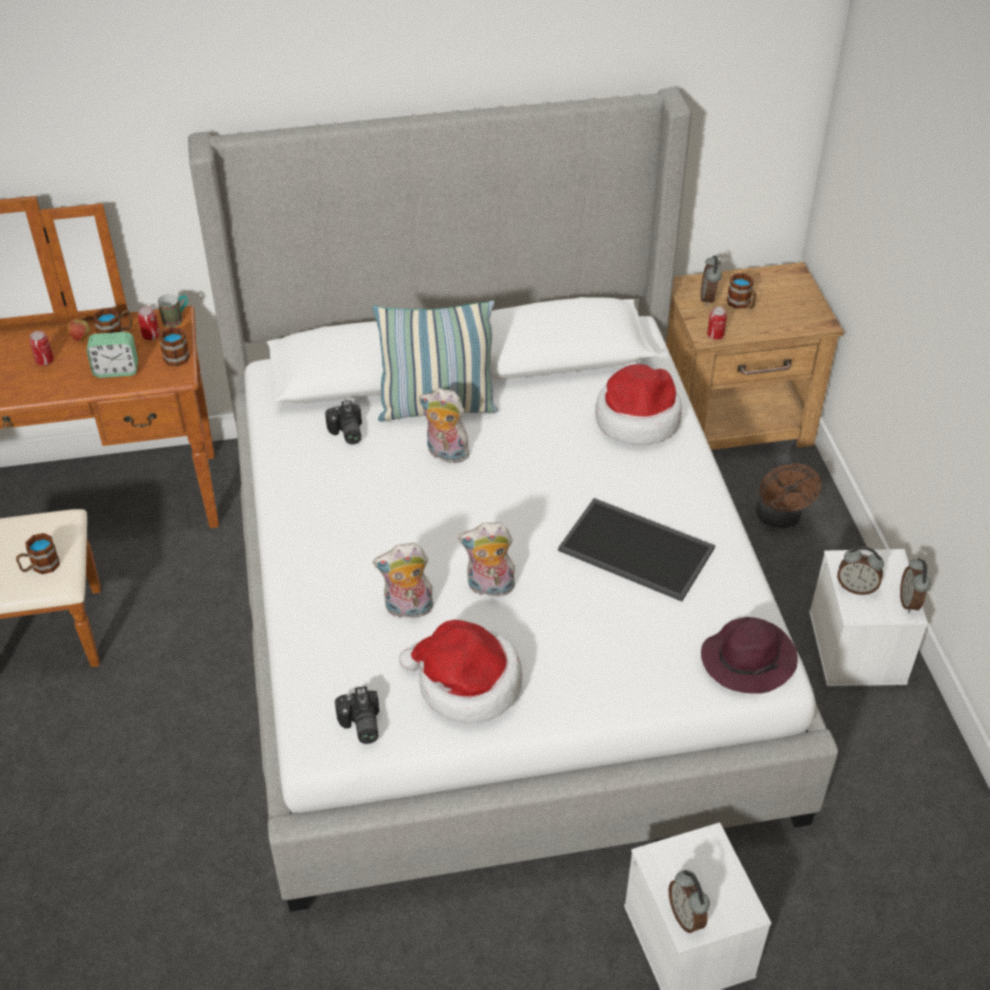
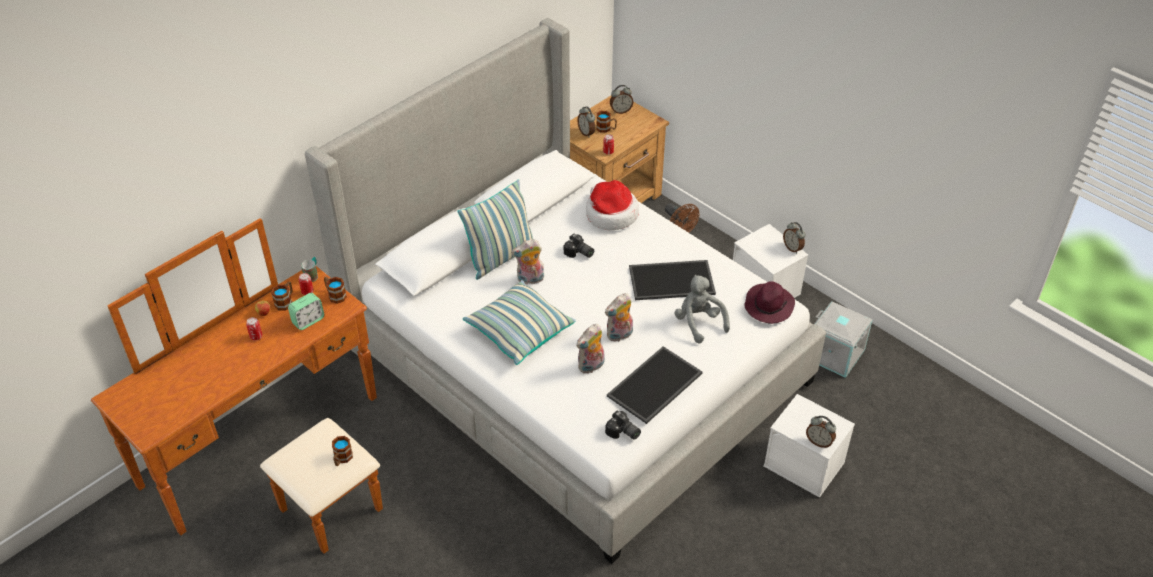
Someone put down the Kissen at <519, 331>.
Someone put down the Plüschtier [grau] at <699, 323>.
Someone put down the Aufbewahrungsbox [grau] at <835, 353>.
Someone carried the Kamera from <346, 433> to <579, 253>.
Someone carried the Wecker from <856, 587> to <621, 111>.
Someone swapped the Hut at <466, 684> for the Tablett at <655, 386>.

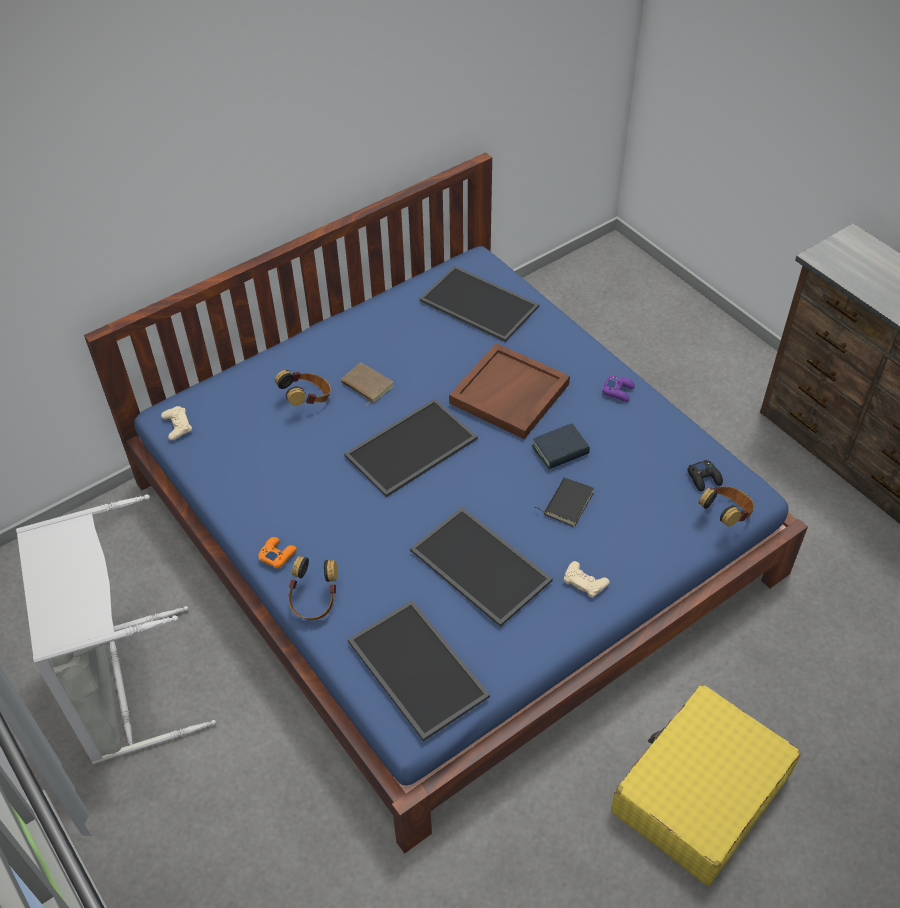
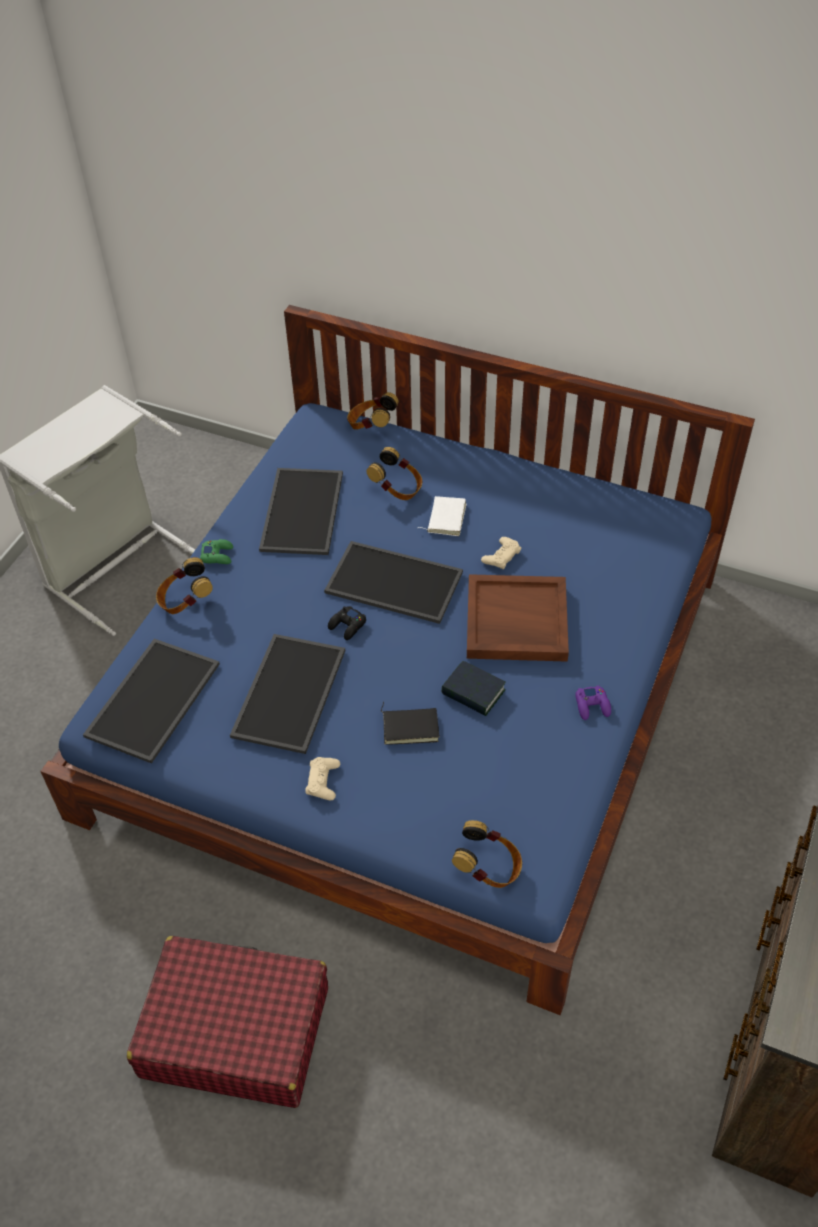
Someone put down the Kopfhörer at <371, 426>.
Someone carried the Gamepad [beige] from <177, 425> to <501, 556>.
Someone carried the Tablett from <481, 303> to <304, 512>.
Someone carried the Gamepad [schwarz] from <704, 478> to <347, 626>.
Someone repainted the Gamepad [orange] at <277, 554>, which became the Gamepad [grün] at <218, 555>.
Someone repainted the Buch [braun] at <366, 385>, which became the Buch [weiß] at <445, 518>.
Someone repainted the Koffer [gelb] at <699, 793>, which became the Koffer [rot] at <234, 1030>.

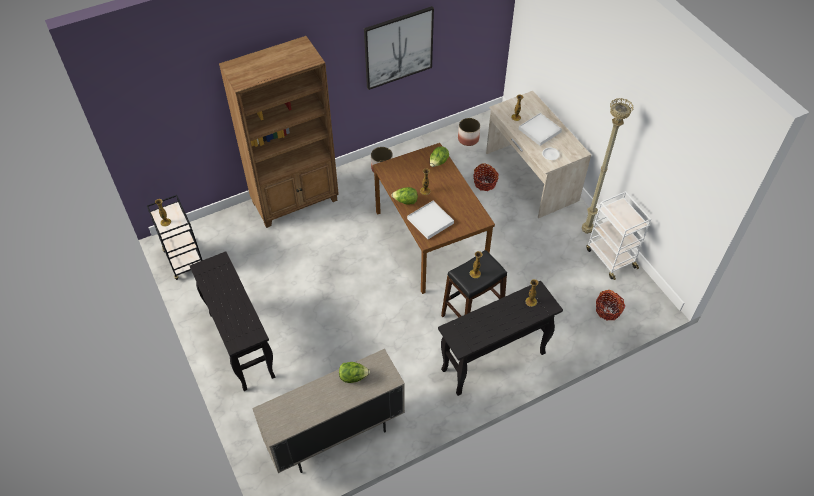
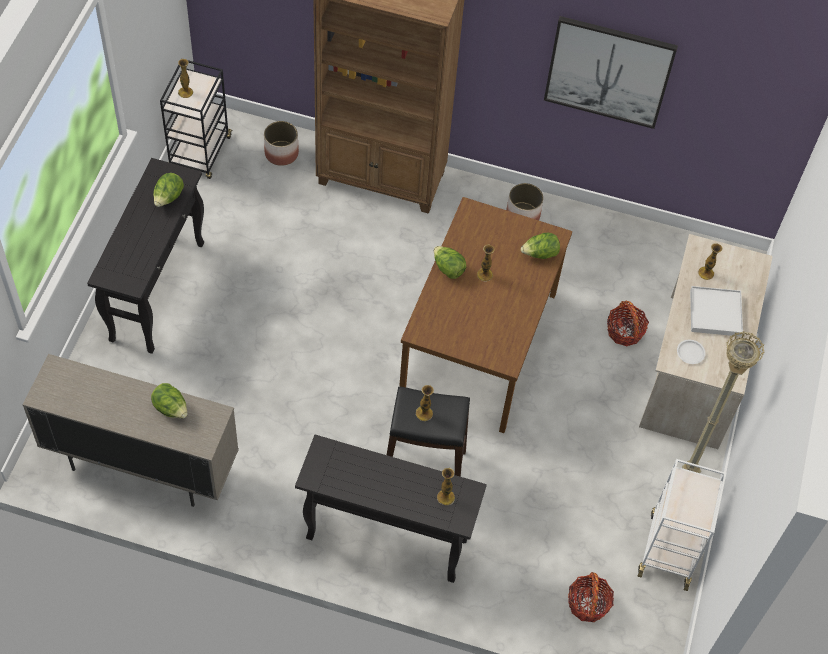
Someone took away the Tablett [weiß] at <430, 221>.
Someone put down the Salatkopf at <168, 198>.
Someone carried the Pflanzkübel from <468, 139> to <281, 153>.

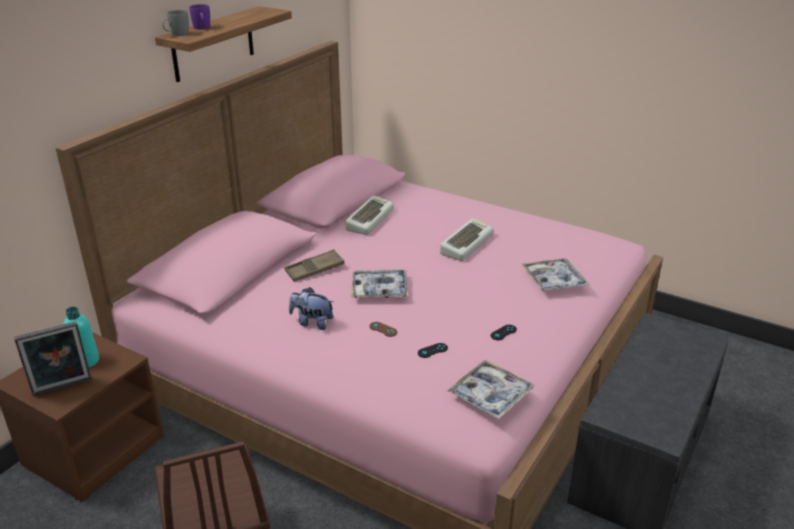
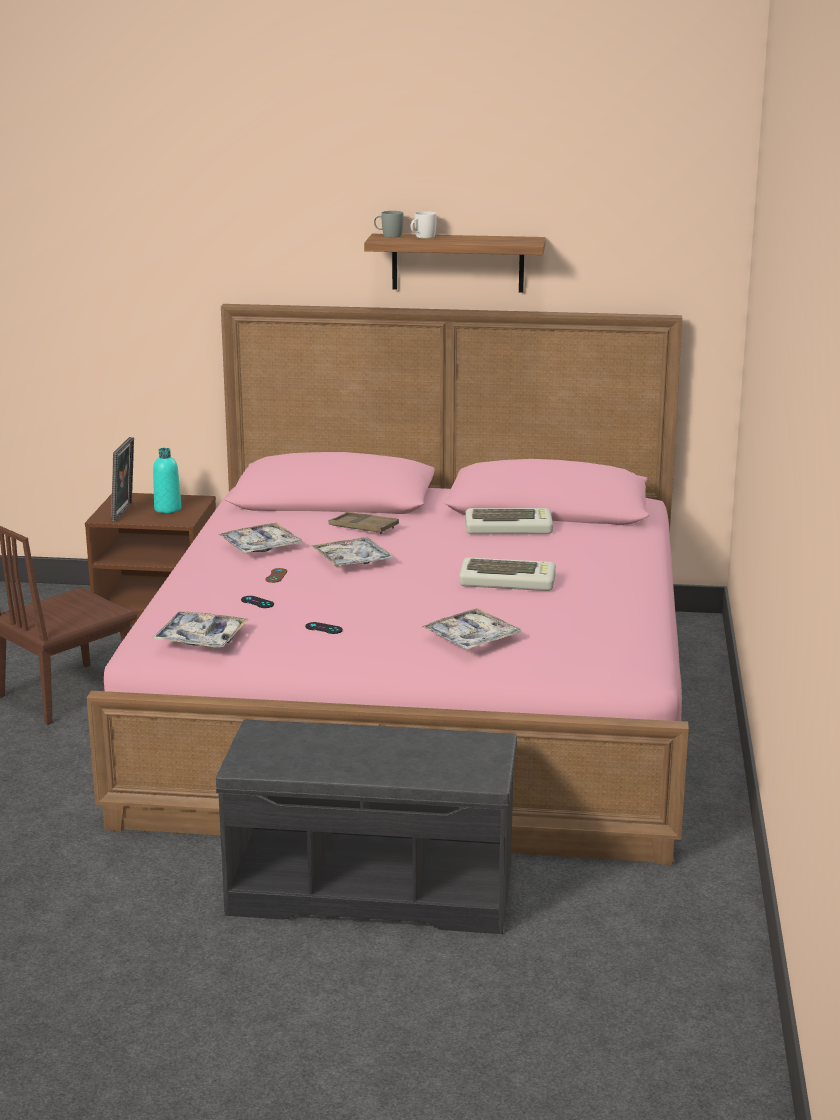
Someone swapped the Plüschtier at <312, 322> for the Tablett at <260, 546>.
Someone repainted the Henkelbecher [lila] at <202, 28>, which became the Henkelbecher [weiß] at <422, 237>.
Someone rotated the Bilderrahmen at <63, 388> by 120 degrees counterclockwise.

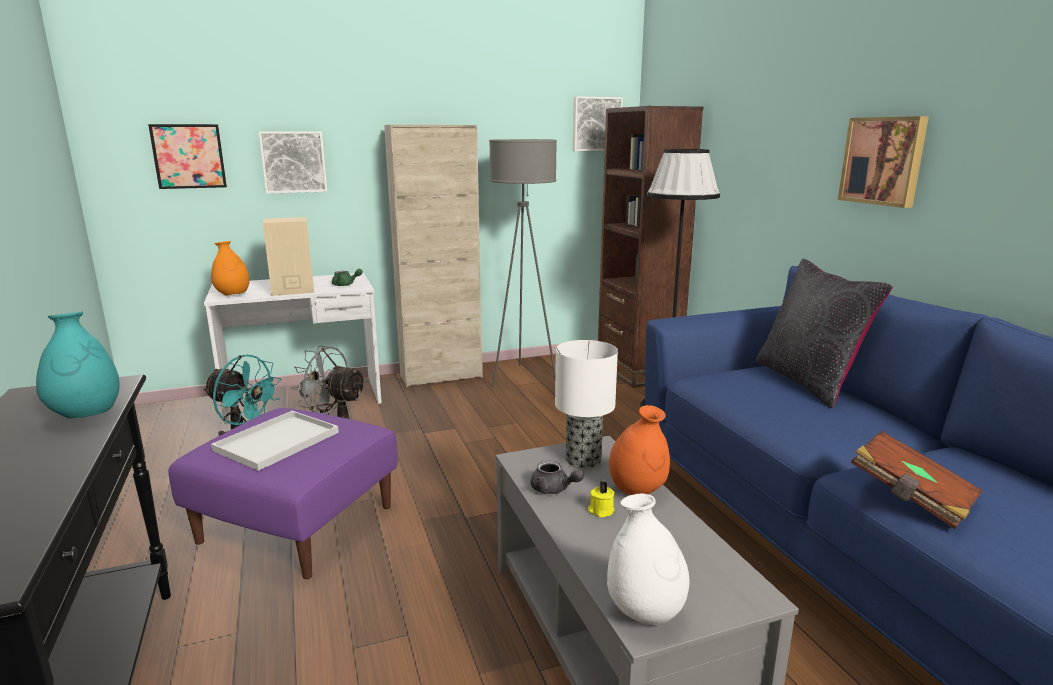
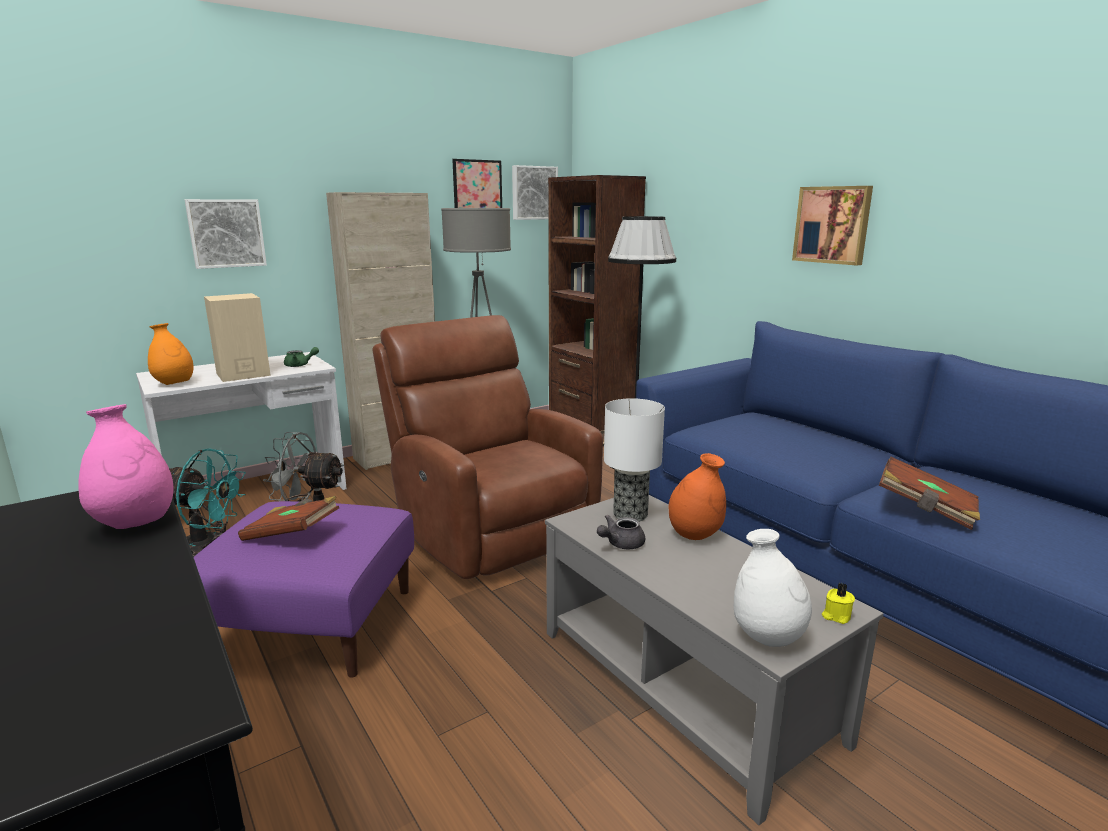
Someone took away the Kissen [schwarz] at <808, 381>.
Someone put down the Sessel [braun] at <490, 530>.
Someone carried the Bild from <188, 156> to <477, 188>.
Someone carried the Kerze [gelb] from <600, 510> to <836, 616>.
Someone swapped the Tablett [weiß] at <278, 440> for the Buch [braun] at <292, 534>.
Someone repainted the Vase [türkis] at <86, 415>, which became the Vase [rosa] at <135, 524>.
Someone rotated the Teekanne [grau] at <554, 489> by 120 degrees clockwise.

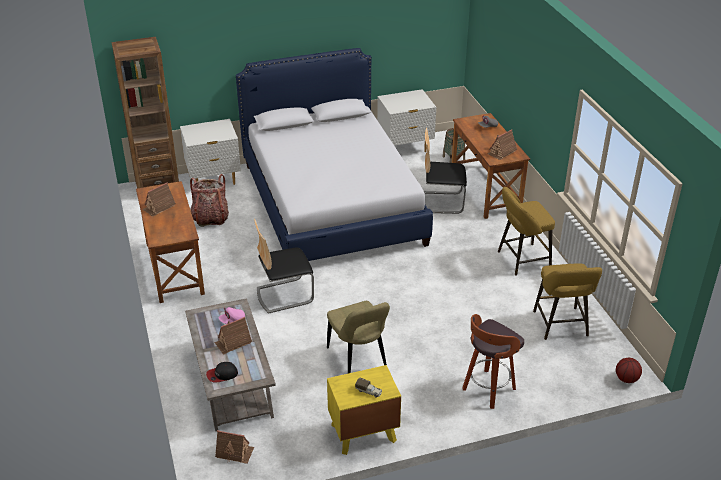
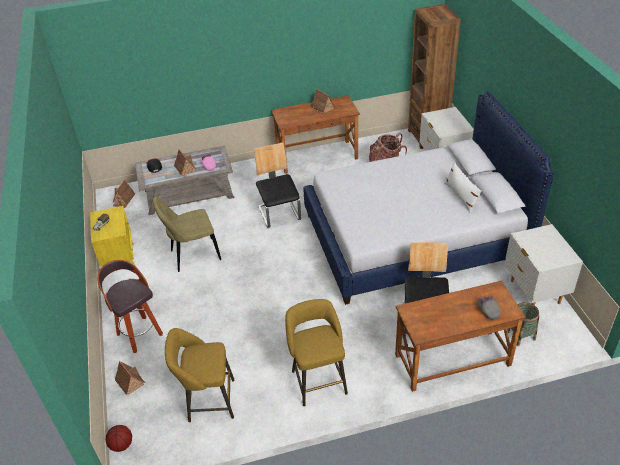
Someone put down the Kissen [weiß] at <461, 196>.
Someone carried the Spielzeughaus from <501, 152> to <129, 381>.

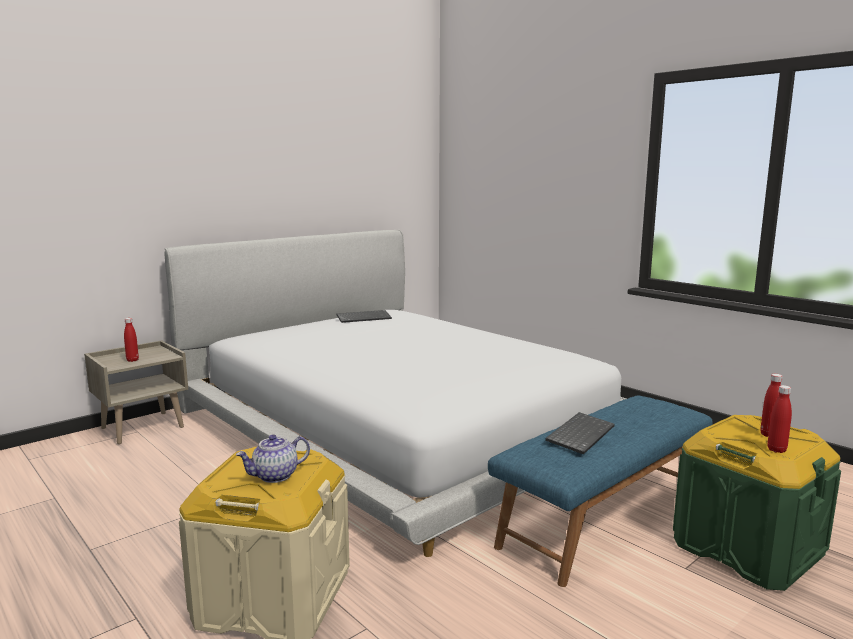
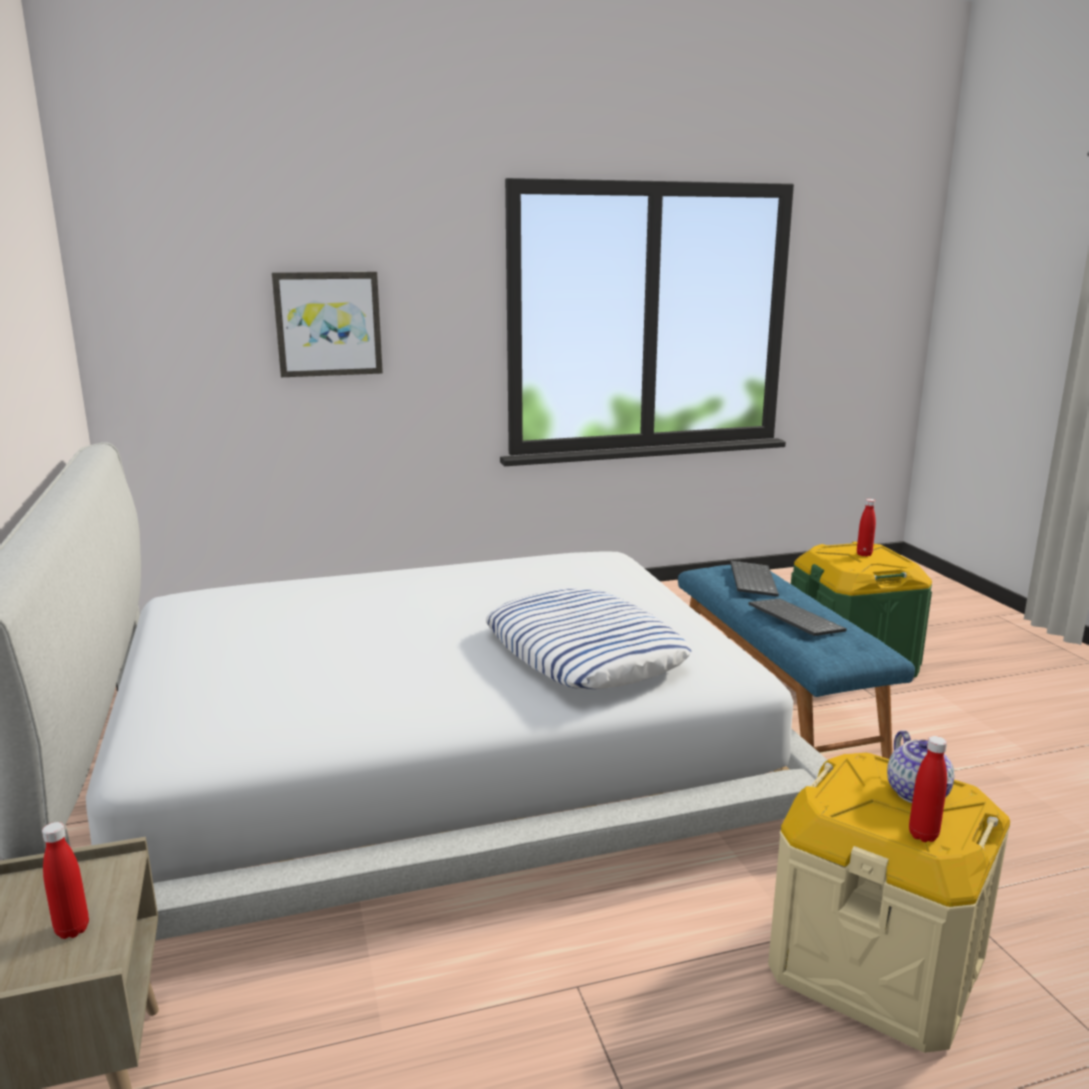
Someone put up the Bild at <328, 324>.
Someone put down the Kissen at <583, 652>.
Someone carried the Tastatur from <364, 317> to <751, 580>.
Someone carried the Flasche [rot] from <776, 450> to <923, 835>.

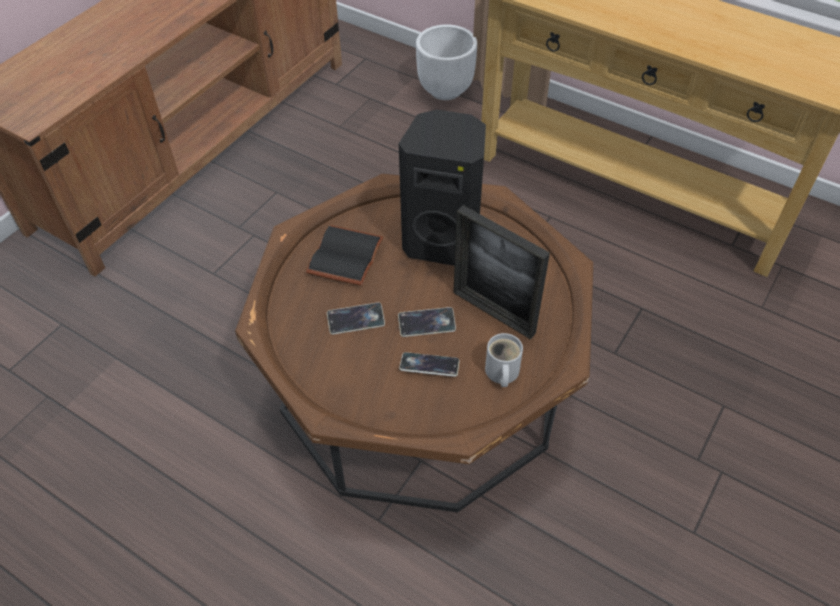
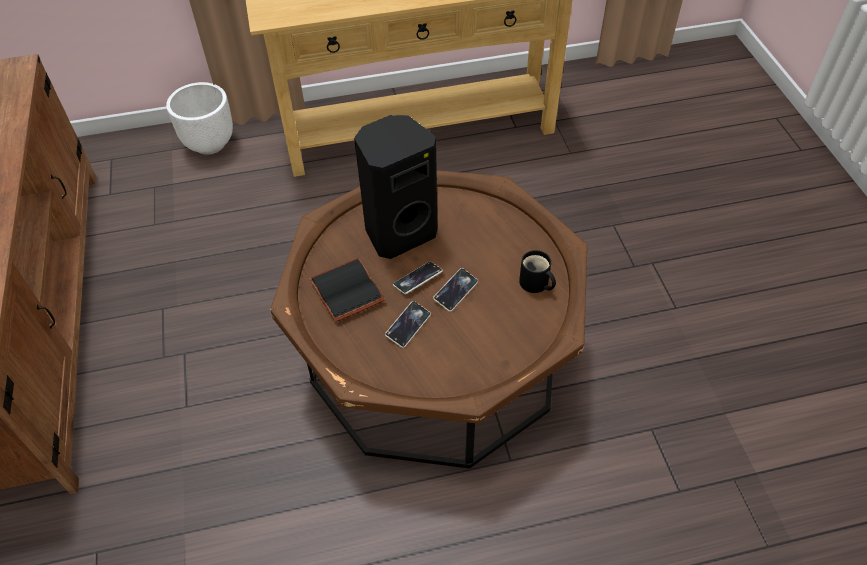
Someone took away the Bilderrahmen at <493, 312>.
Someone carried the Handy from <429, 366> to <417, 279>.
Someone repainted the Henkelbecher [weiß] at <501, 373>, which became the Henkelbecher [schwarz] at <535, 284>.

